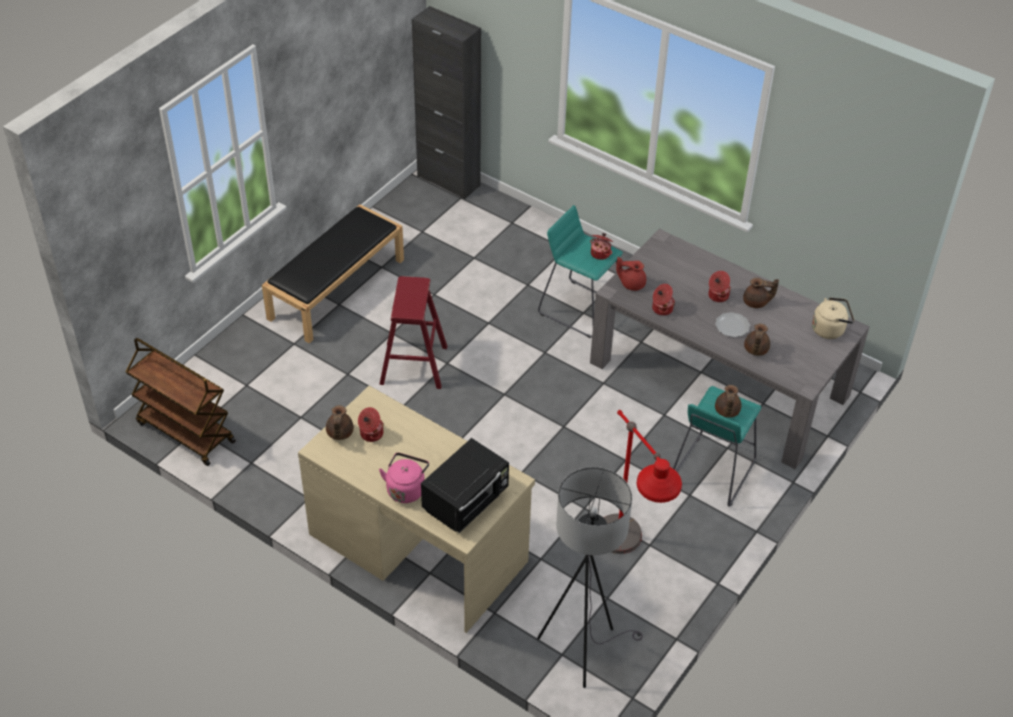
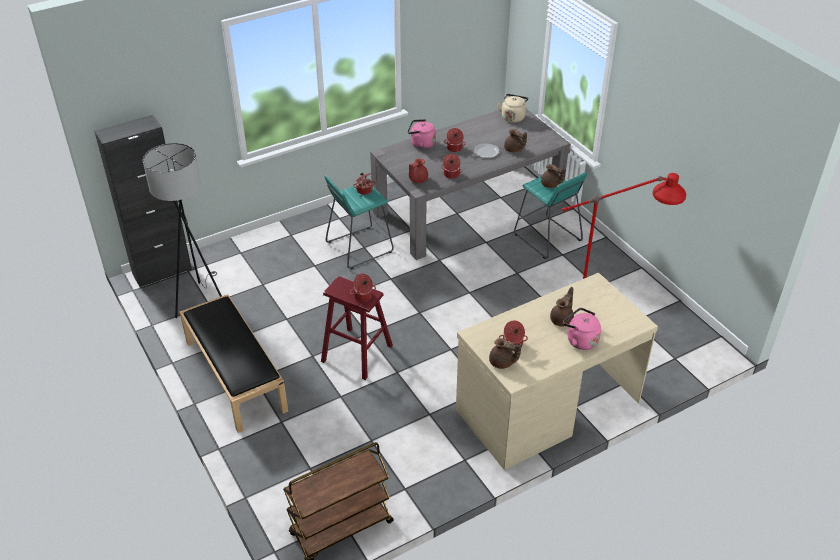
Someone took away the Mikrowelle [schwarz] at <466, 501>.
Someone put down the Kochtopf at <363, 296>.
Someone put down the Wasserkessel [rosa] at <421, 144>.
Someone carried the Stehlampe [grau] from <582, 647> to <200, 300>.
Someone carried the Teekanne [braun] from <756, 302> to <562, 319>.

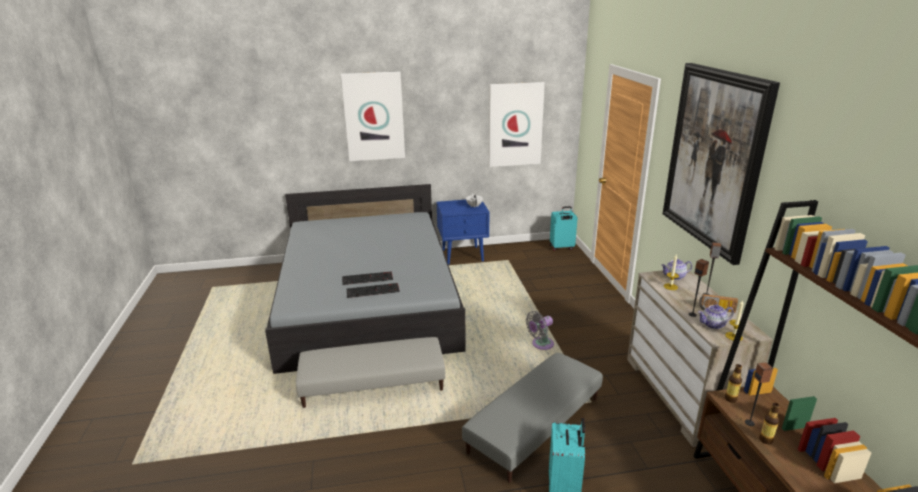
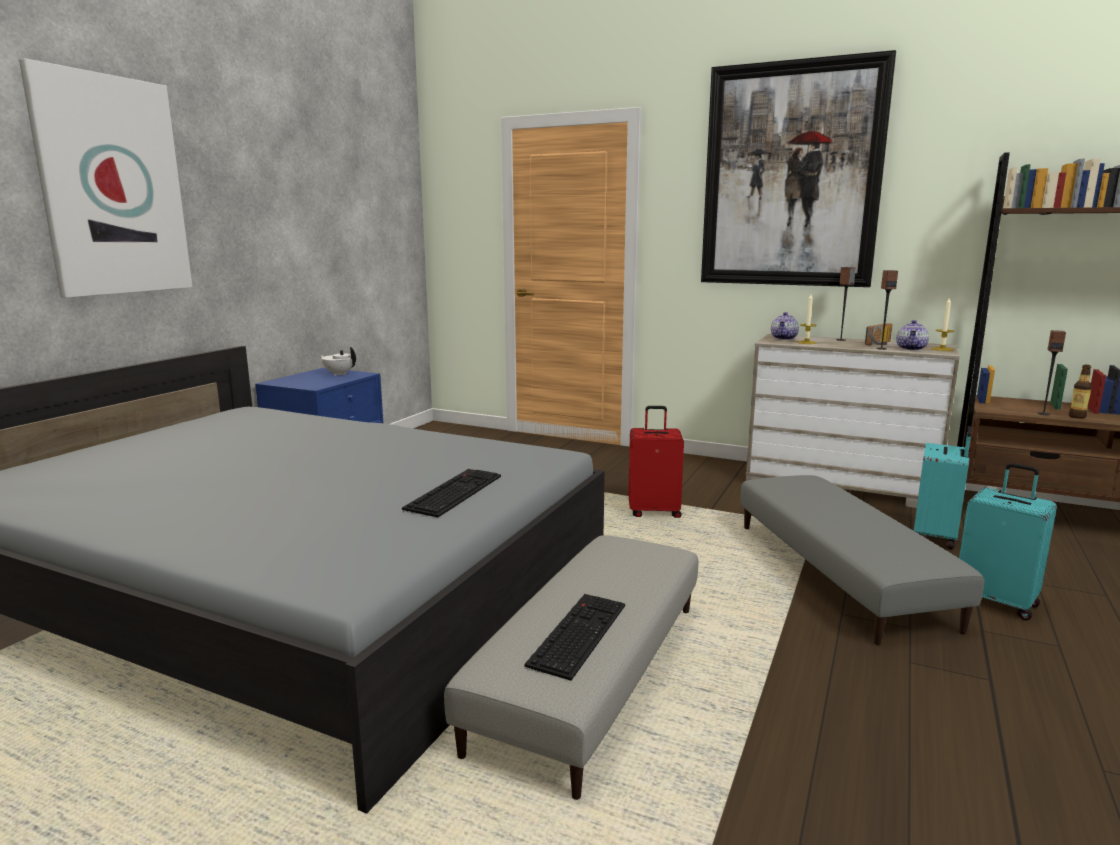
Someone took away the Bild at <515, 124>.
Someone took away the Flasche at <730, 399>.
Someone carried the Tastatur from <368, 278> to <577, 633>.
Someone carried the Koffer [türkis] from <561, 247> to <936, 537>.
Someone swapped the Ventilator [grau] at <540, 344> for the Koffer [rot] at <654, 511>.

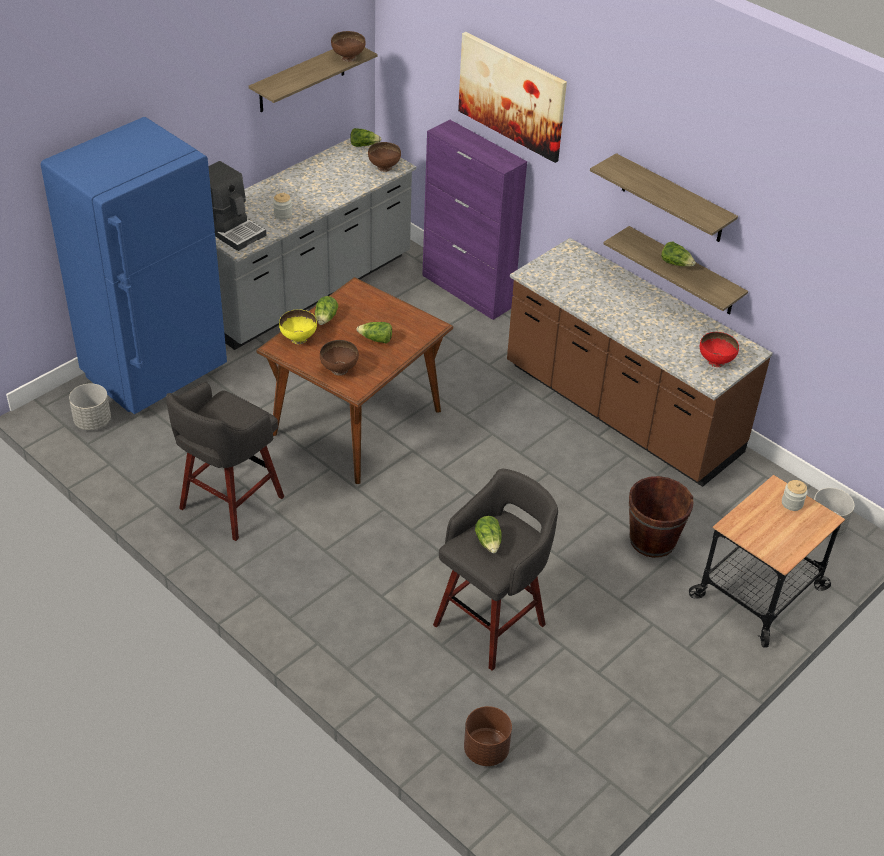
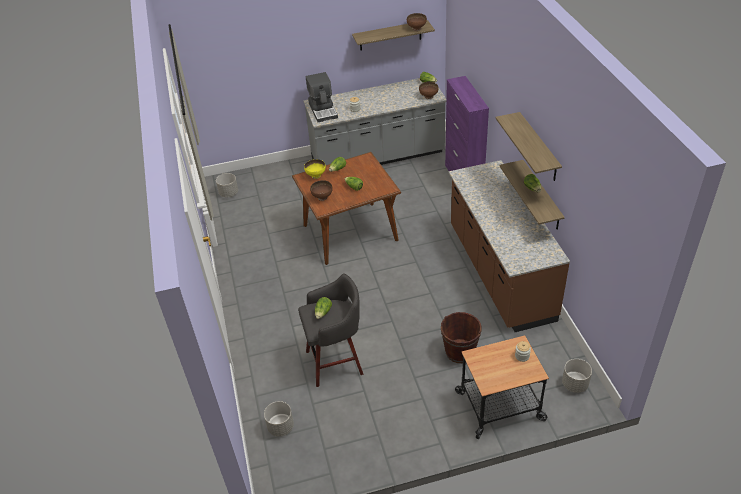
Someone took away the Kühlschrank [blau] at <156, 374>.
Someone took away the Hocker [grau] at <229, 504>.
Someone took away the Bild at <511, 96>.
Someone took away the Schüssel [rot] at <715, 361>.
Someone repainted the Pflanzkübel [braun] at <486, 750>, which became the Pflanzkübel [grau] at <281, 427>.

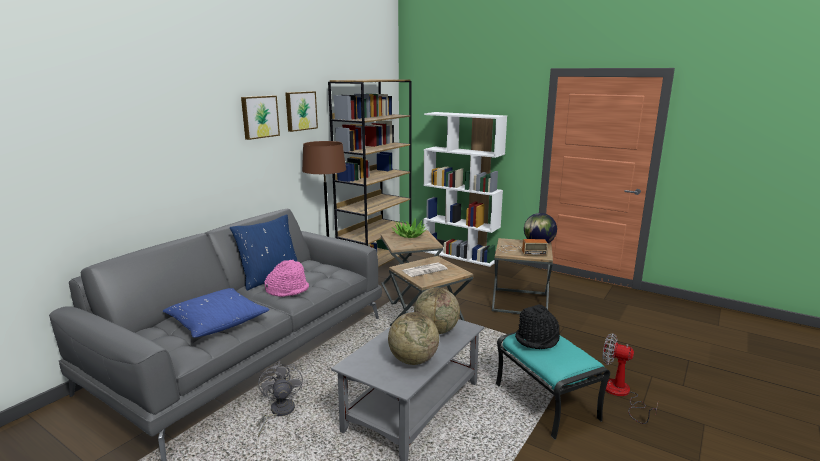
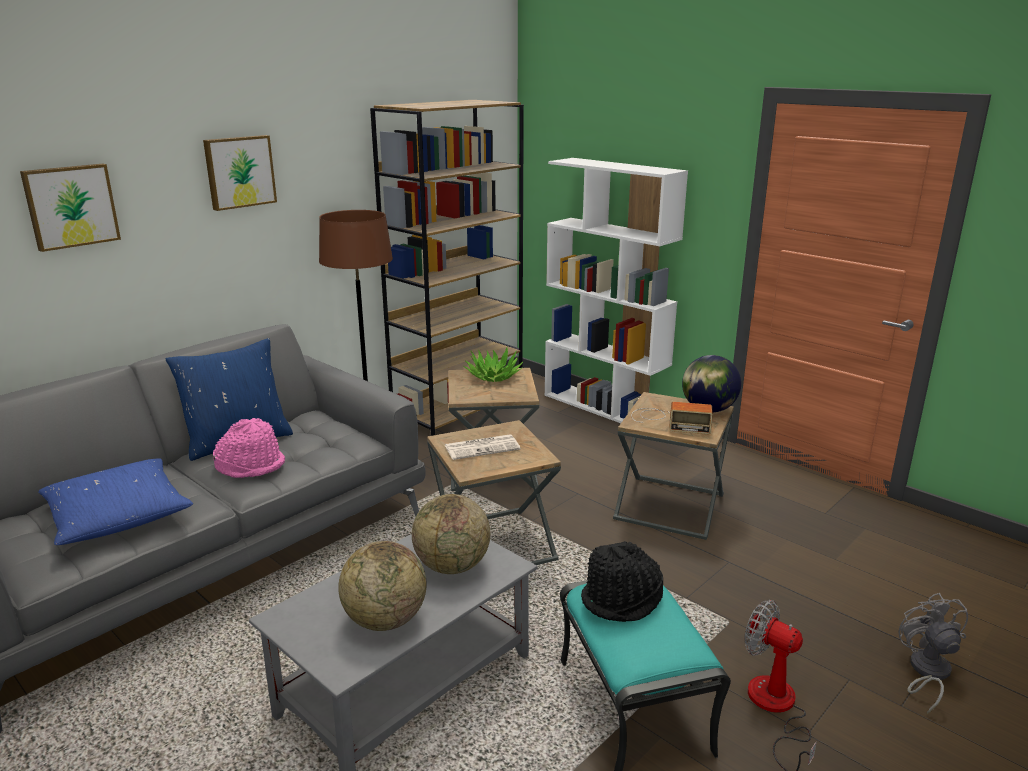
Someone carried the Ventilator [grau] from <278, 412> to <926, 672>.
Someone carried the Bild from <300, 111> to <71, 206>.

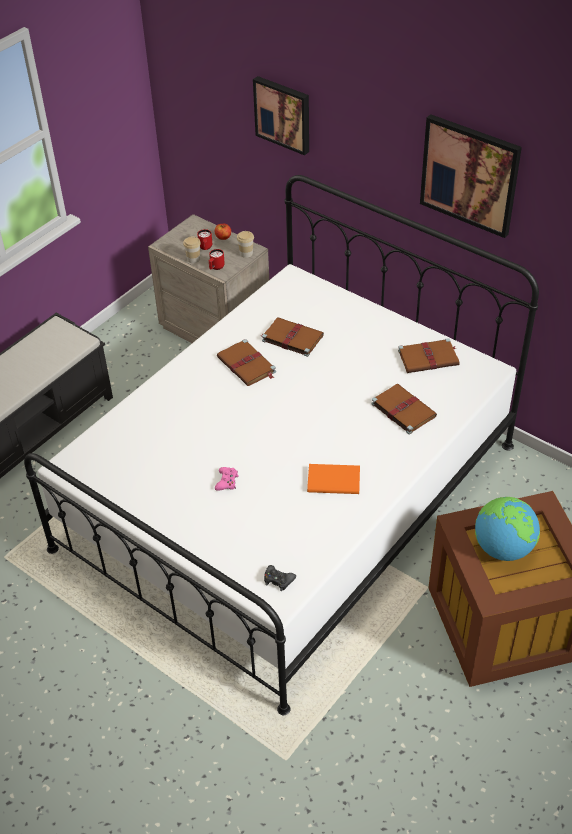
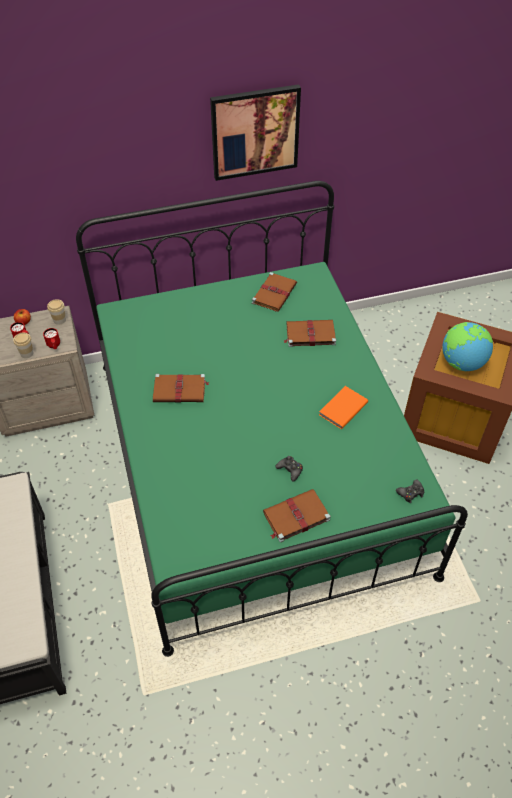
Someone took away the Bild at <283, 114>.
Someone carried the Buch [braun] from <291, 338> to <295, 516>.
Someone repainted the Bett [weiß] at <288, 495>, which became the Bett [grün] at <255, 461>.
Someone repainted the Gamepad [rosa] at <227, 482>, which became the Gamepad [schwarz] at <290, 470>.

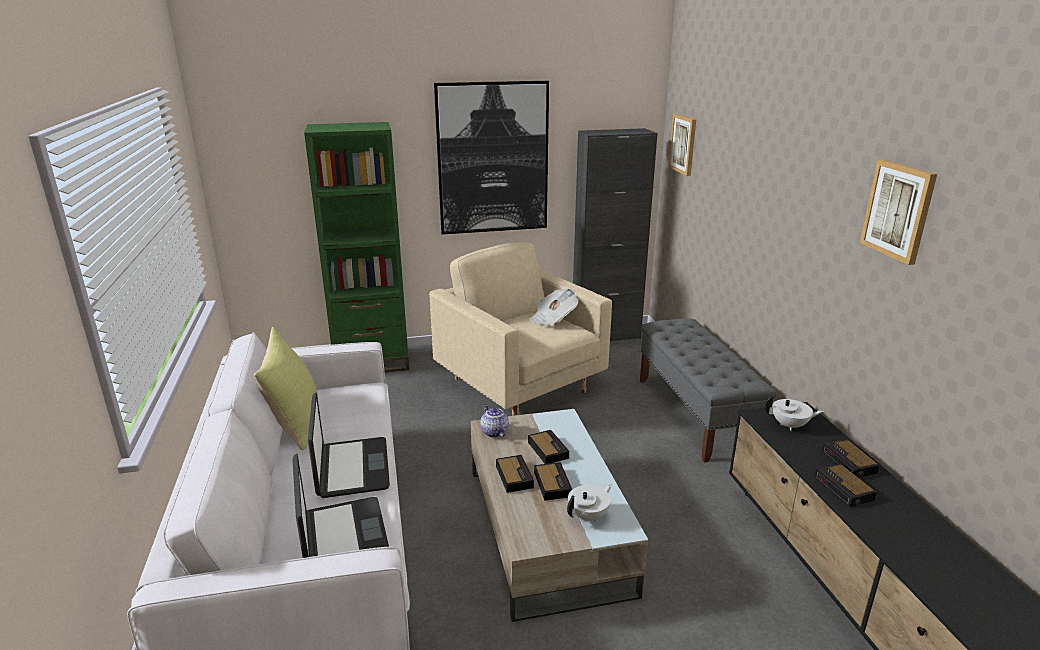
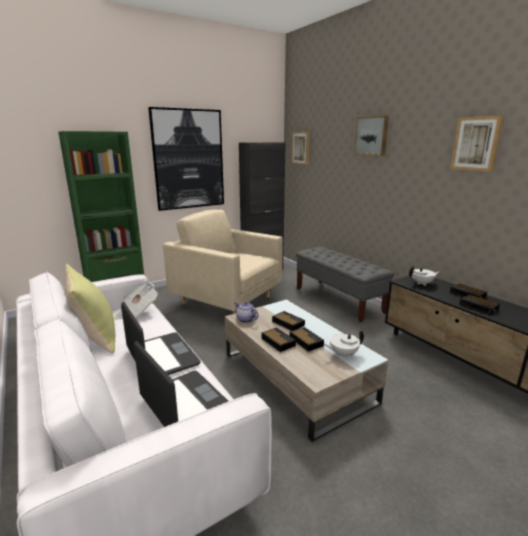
Someone put up the Bild at <372, 136>.
Someone carried the Zeitung from <553, 319> to <136, 312>.
Someone rotated the Teekanne [weiß] at <589, 516> by 135 degrees counterclockwise.

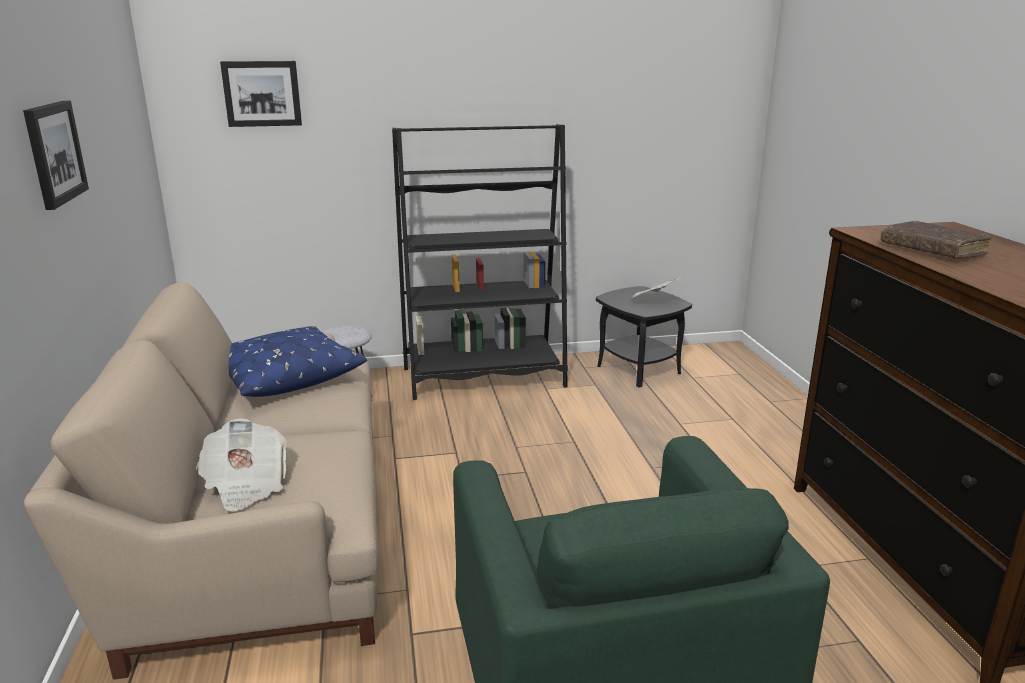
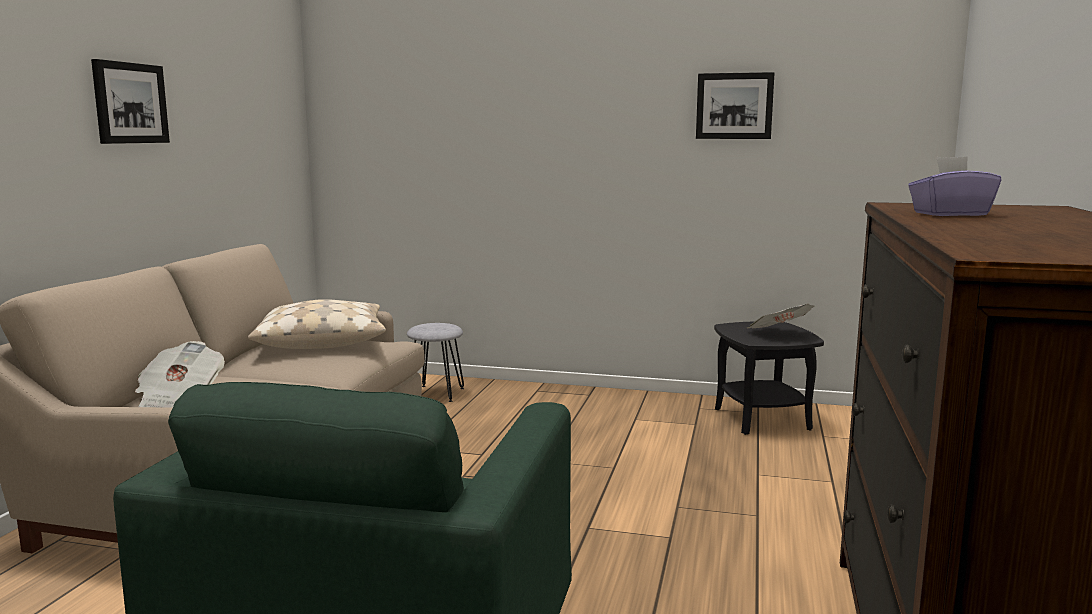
Someone took away the Bücherregal [schwarz] at <484, 378>.
Someone carried the Bild from <262, 93> to <734, 106>.
Someone swapped the Buch [braun] at <932, 250> for the Taschentuchbox [lila] at <950, 214>.
Someone repainted the Kissen [blau] at <284, 376>, which became the Kissen [beige] at <320, 340>.

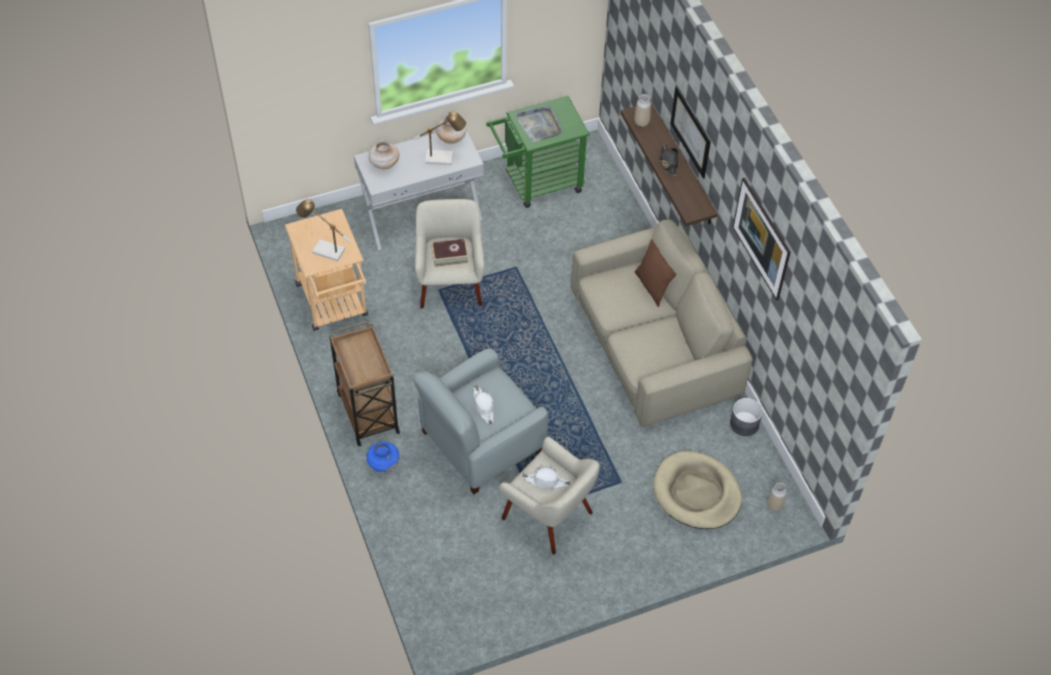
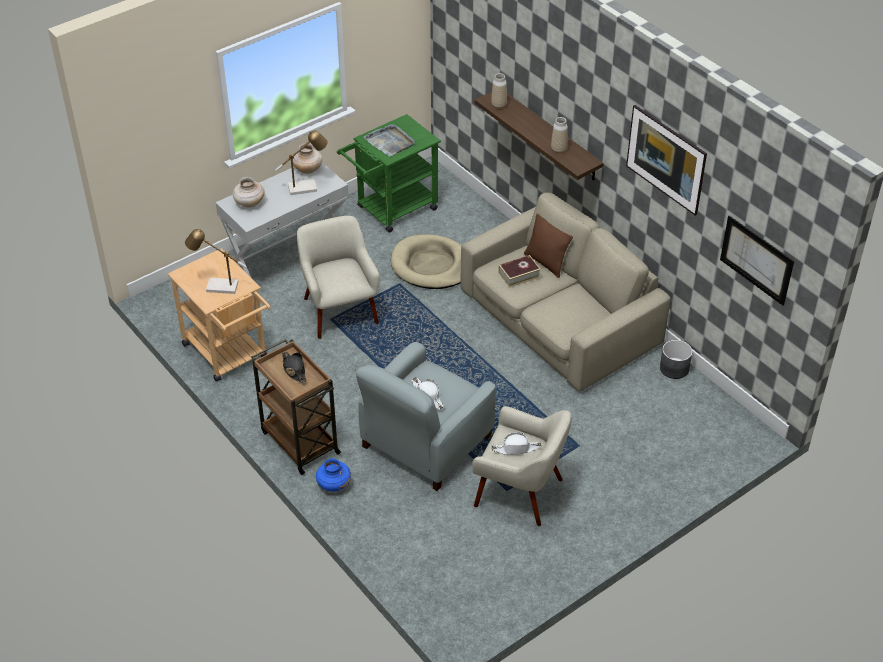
Someone carried the Buch from <449, 255> to <519, 275>.
Someone carried the Hundebett [beige] from <696, 493> to <431, 265>.
Someone carried the Hut [schwarz] from <668, 162> to <294, 369>.
Someone carried the Bild from <690, 132> to <756, 260>.
Someone carried the Vase from <774, 505> to <558, 149>.

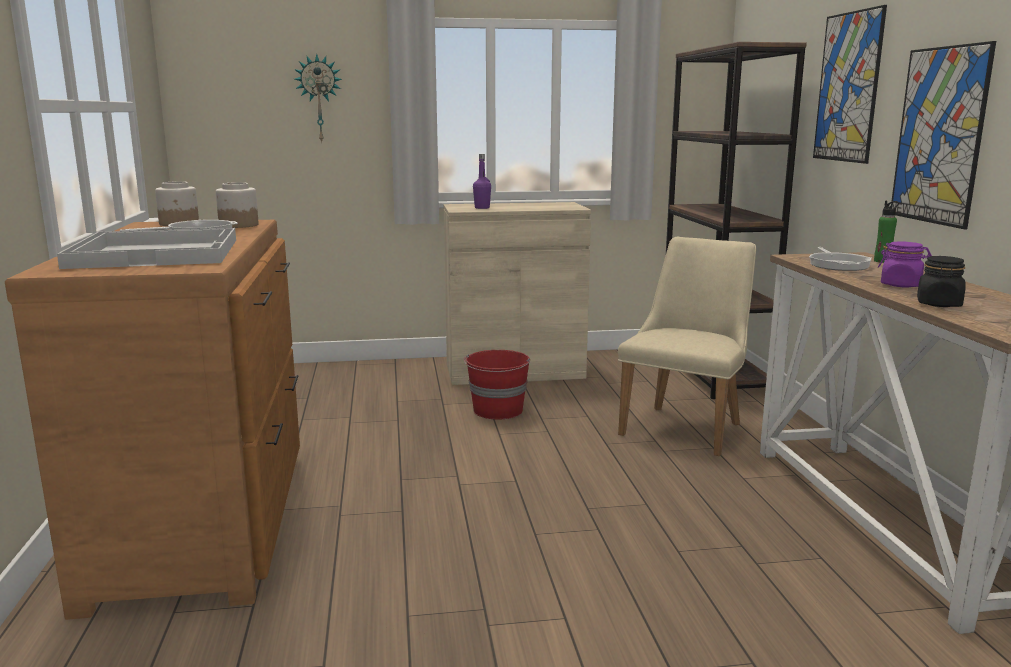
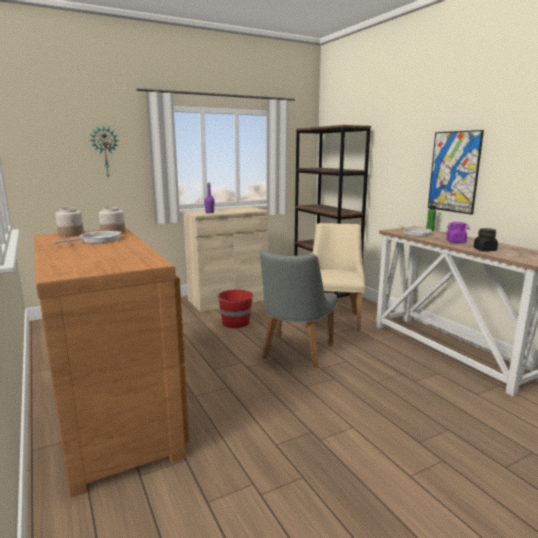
Someone took away the Tablett [weiß] at <158, 253>.
Someone took away the Bild at <848, 87>.
Someone put down the Stuhl [grau] at <294, 353>.

